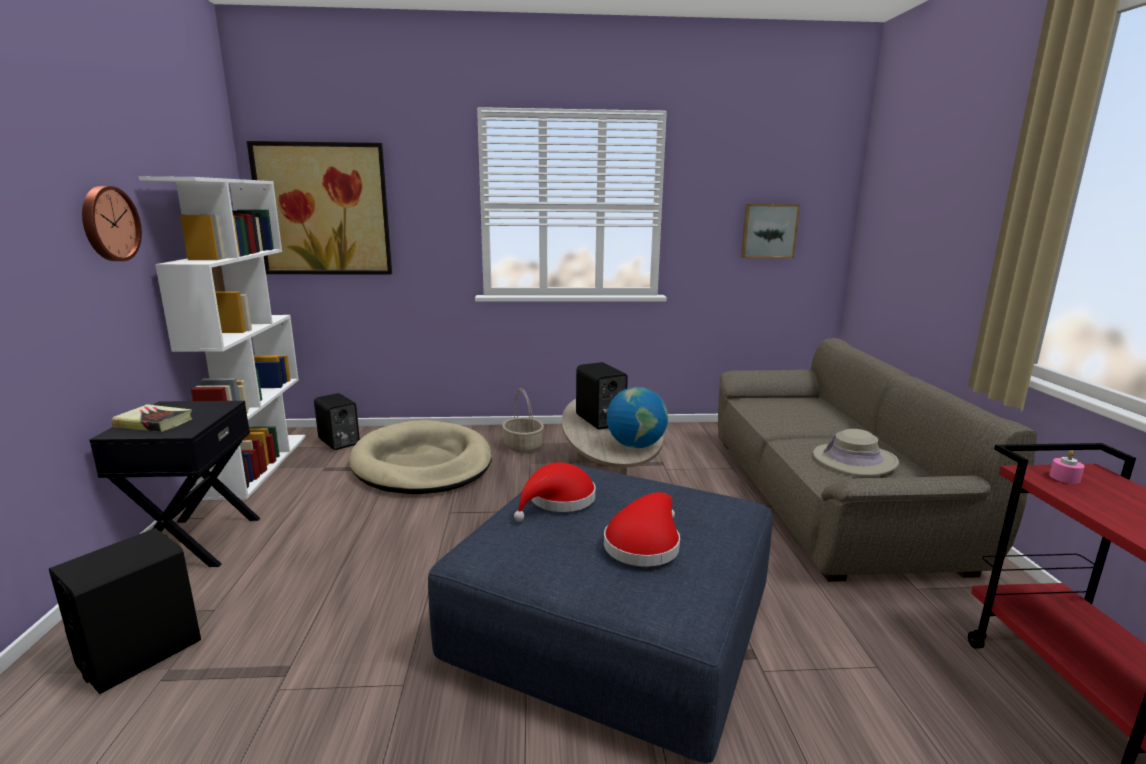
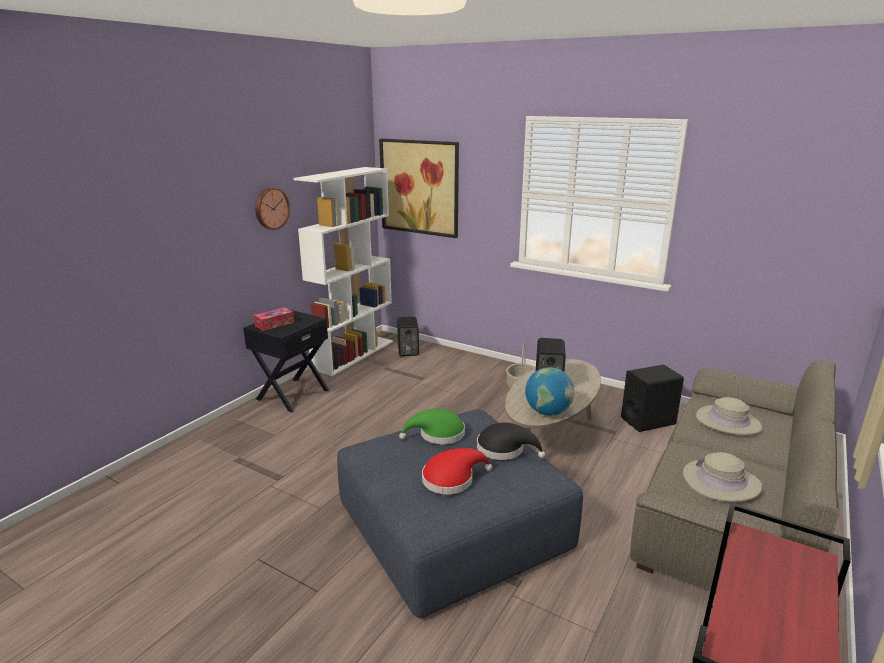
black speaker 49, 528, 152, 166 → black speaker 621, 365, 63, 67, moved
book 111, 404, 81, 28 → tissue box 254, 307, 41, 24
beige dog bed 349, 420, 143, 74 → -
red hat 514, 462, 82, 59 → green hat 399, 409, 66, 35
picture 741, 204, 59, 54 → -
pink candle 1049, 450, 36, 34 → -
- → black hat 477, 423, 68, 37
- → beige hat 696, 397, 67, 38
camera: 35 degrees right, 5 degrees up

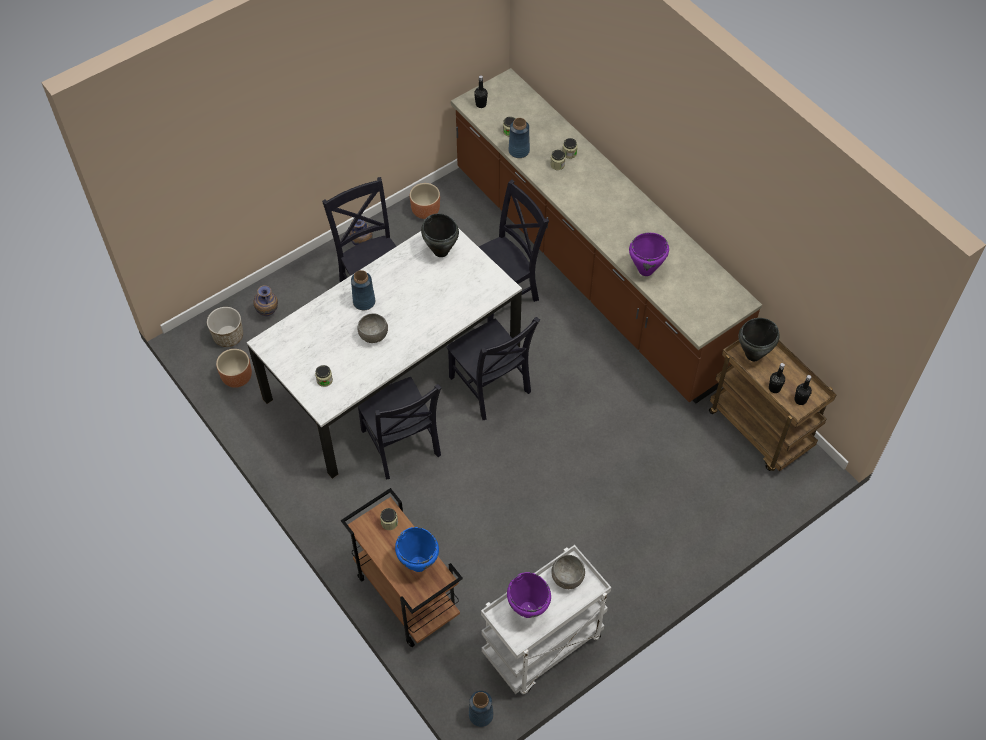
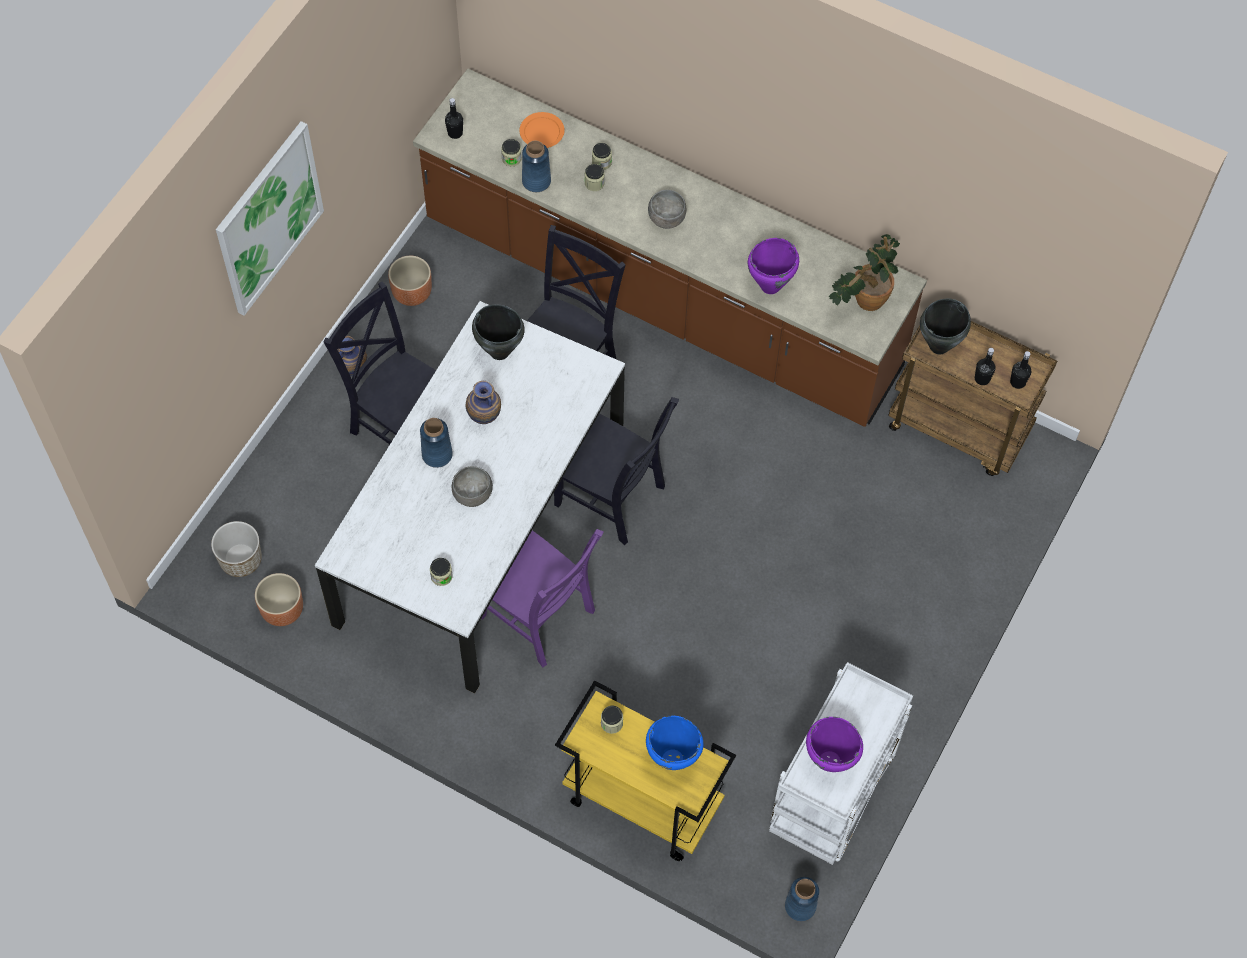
vase 253, 285, 25, 31 → vase 465, 381, 36, 43, moved
brown cart 341, 488, 122, 159 → yellow cart 555, 680, 181, 181
black chair 358, 377, 84, 102 → purple chair 481, 529, 123, 138
grey bowl 551, 555, 34, 34 → grey bowl 648, 190, 38, 39, moved
- → picture 216, 121, 108, 195
- → orange plate 519, 112, 46, 36
- → potted plant 829, 234, 71, 77
camera: 25 degrees left, 5 degrees up

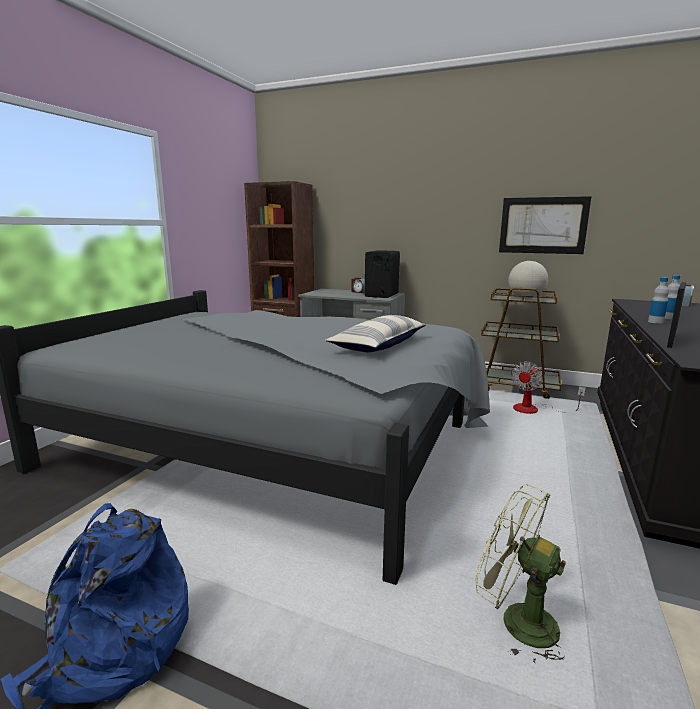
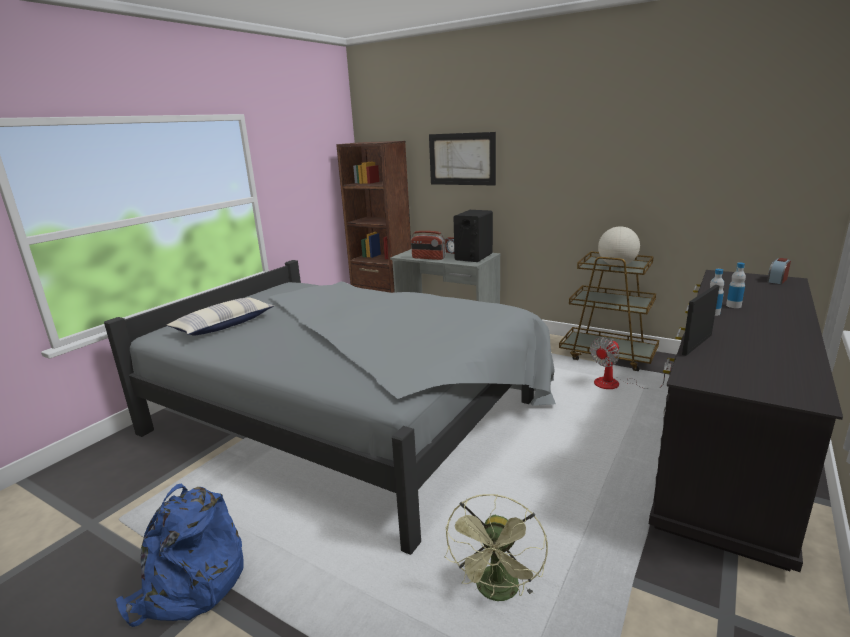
pillow 325, 315, 101, 37 → pillow 167, 298, 107, 38, moved
green fan 475, 484, 91, 180 → green fan 445, 494, 103, 107, 120 degrees counterclockwise
picture 499, 196, 92, 58 → picture 429, 132, 67, 54, moved
- → radio 411, 231, 34, 29
camera: 10 degrees right, 5 degrees up

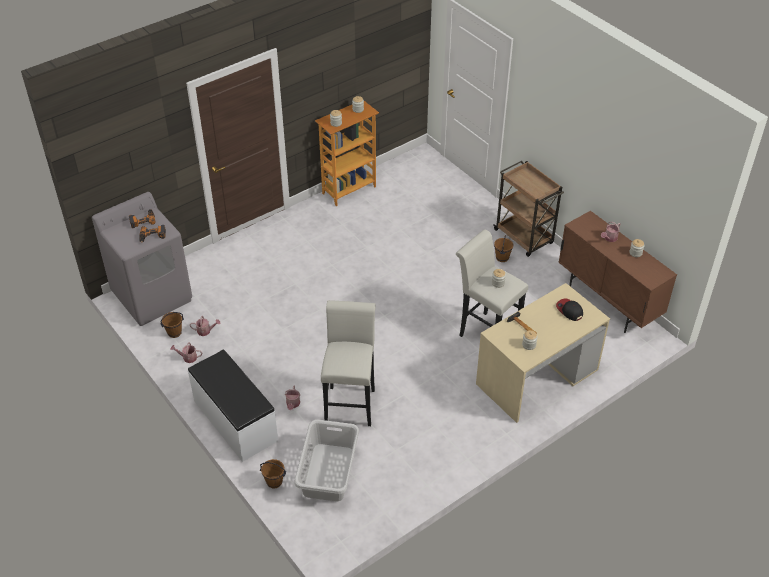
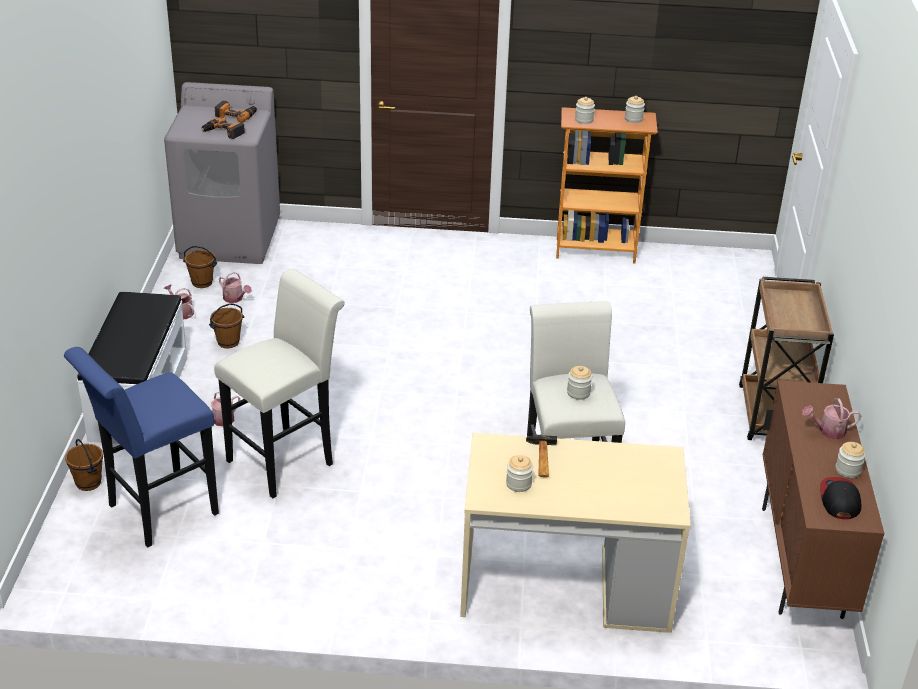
grey laundry basket 294, 419, 65, 82 → blue stool 64, 347, 155, 200
brown bucket 494, 235, 19, 27 → brown bucket 209, 303, 35, 45, moved
cap 556, 299, 27, 22 → cap 820, 477, 42, 42, moved
camera: 40 degrees right, 10 degrees down

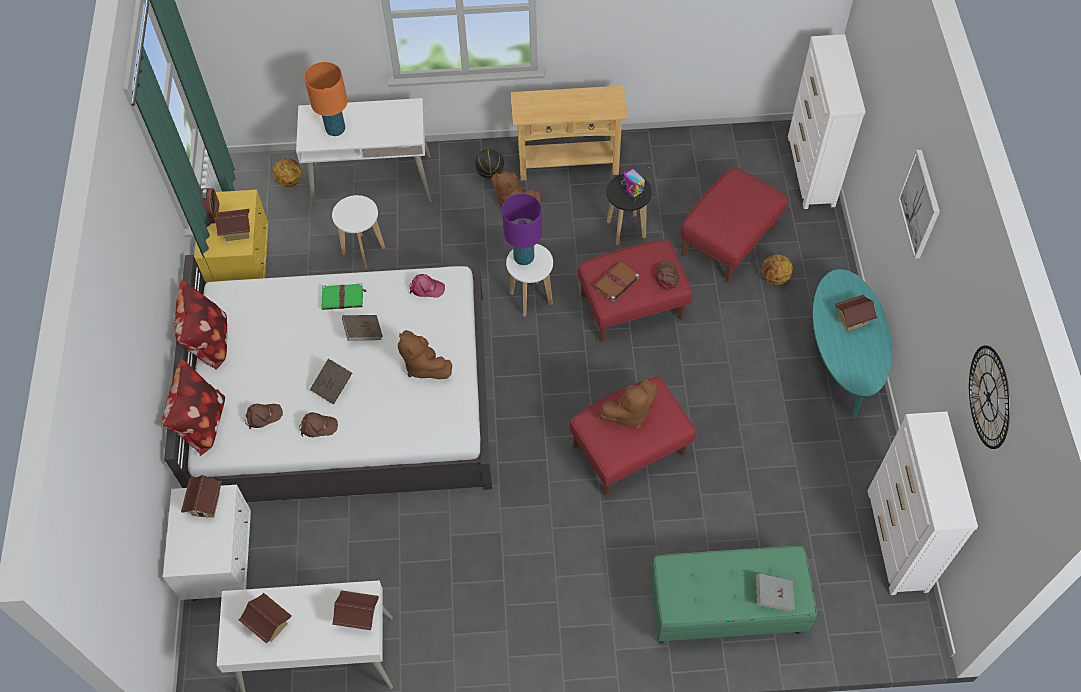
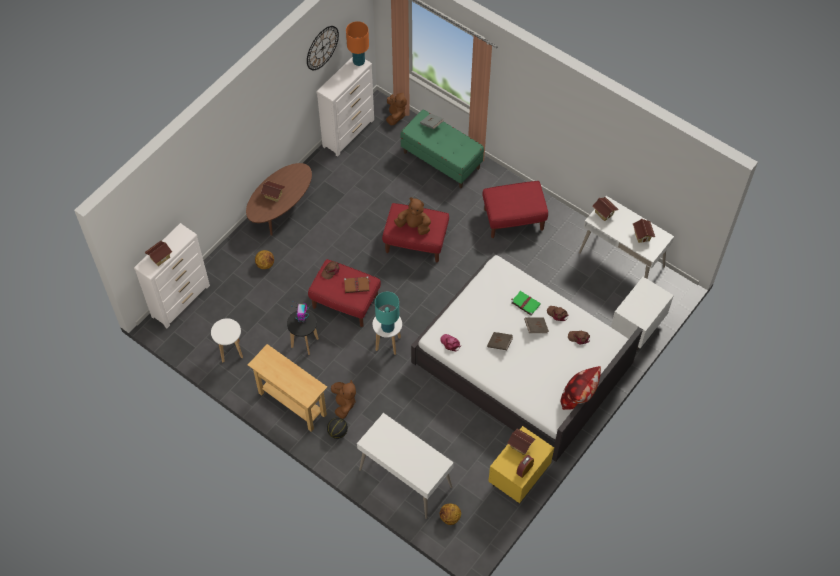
pillow 162, 359, 63, 97 → -
toy house 181, 475, 41, 43 → toy house 145, 241, 27, 25, moved
orange table lamp 304, 62, 44, 74 → orange table lamp 346, 21, 23, 45, moved
green book 322, 283, 45, 27 → green book 511, 291, 30, 25, moved
white stool 332, 195, 53, 74 → white stool 211, 318, 32, 45, moved
brown plush toy 398, 330, 54, 49 → brown plush toy 386, 93, 21, 32, moved
purple table lamp 502, 193, 40, 72 → turquoise table lamp 375, 292, 24, 41
red ottoman 680, 167, 108, 116 → red ottoman 483, 181, 65, 57, moved
turquoise coffee table 811, 269, 81, 150 → brown coffee table 246, 163, 66, 73
picture 898, 150, 42, 109 → -
camera: 140 degrees left, 0 degrees up

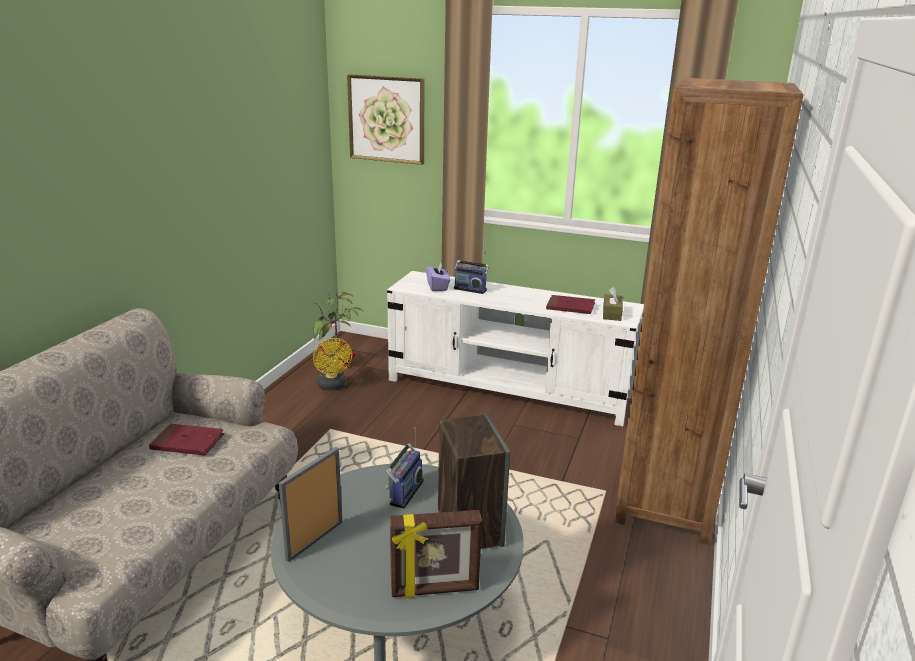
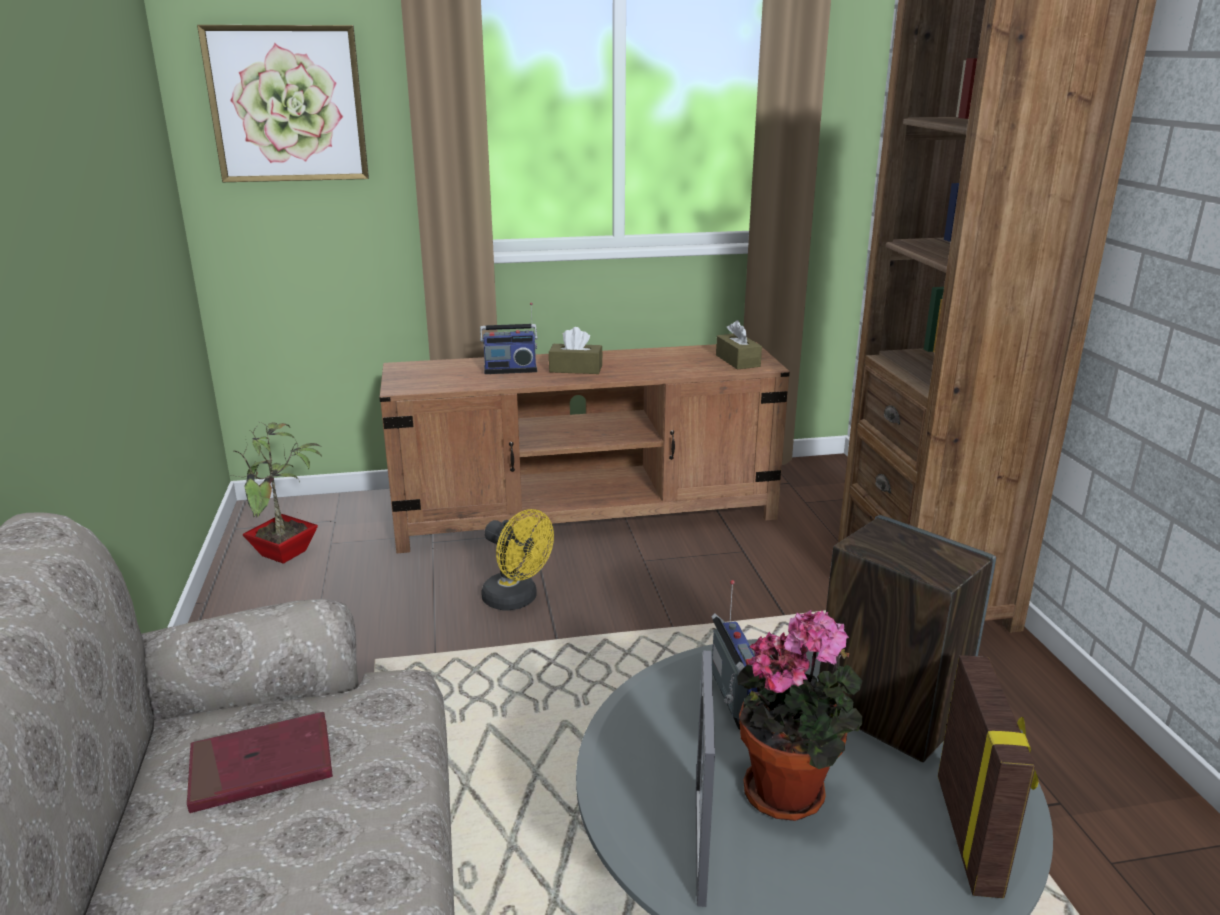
yellow fan 313, 338, 40, 52 → yellow fan 481, 509, 73, 102, moved
white tv stand 387, 271, 257, 155 → brown tv stand 379, 342, 411, 211
picture frame 390, 510, 92, 88 → picture frame 938, 655, 101, 243, 45 degrees counterclockwise
purple tissue box 426, 262, 24, 29 → -
red book 546, 295, 49, 19 → -
- → brown tissue box 549, 327, 54, 47
- → potted plant 737, 609, 126, 212
camera: 30 degrees left, 0 degrees up

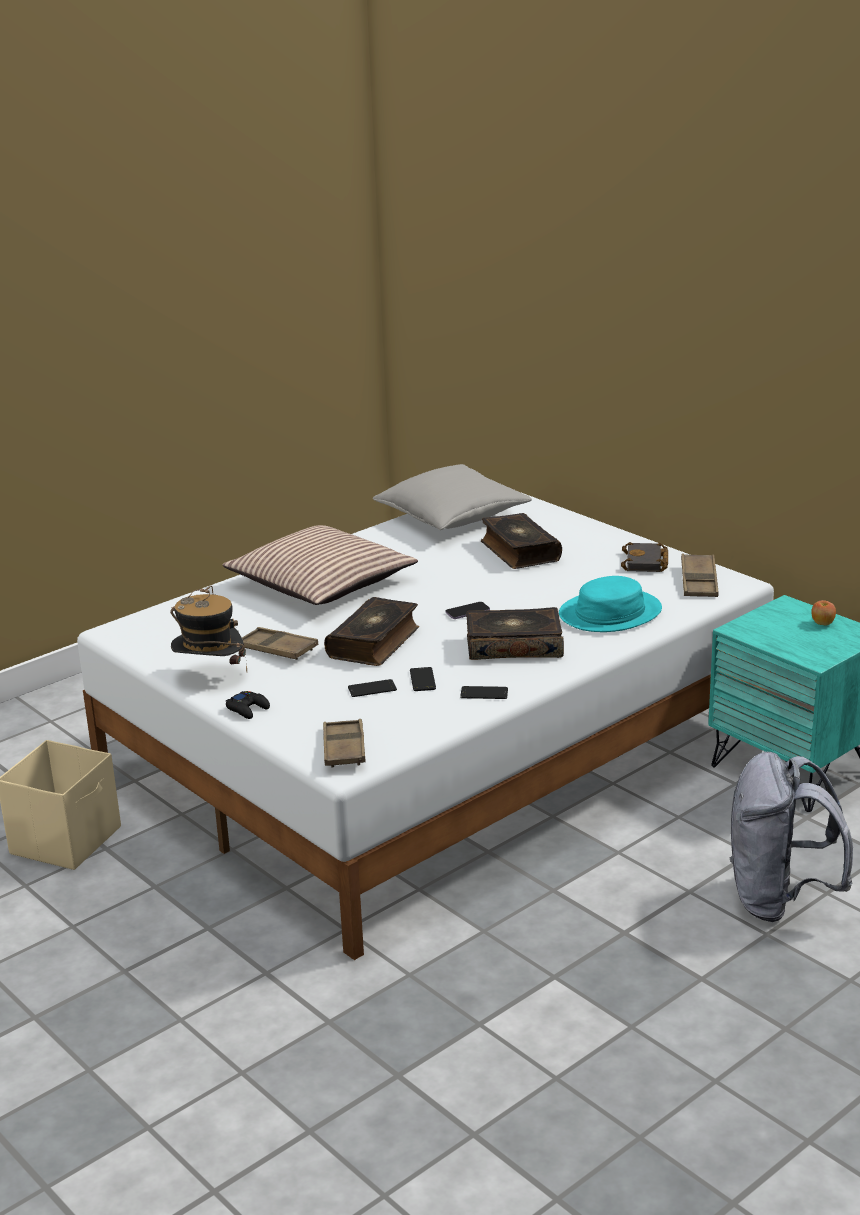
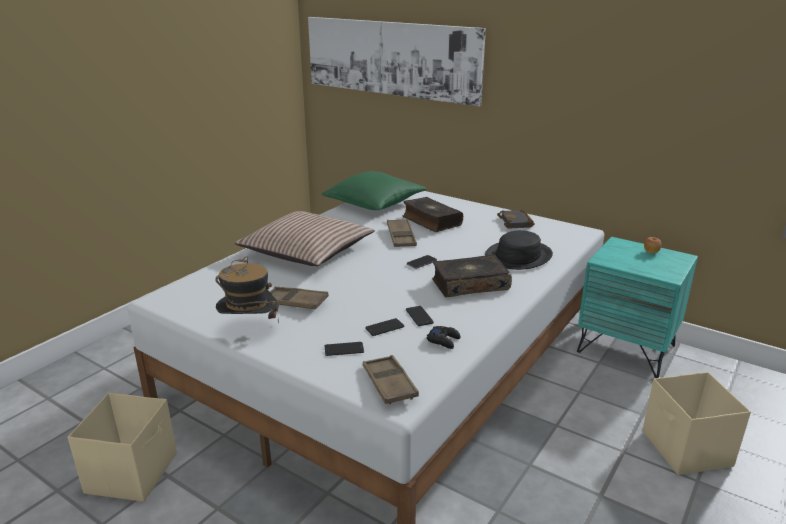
black game controller 226, 691, 44, 28 → black game controller 427, 326, 34, 23, moved
book 324, 597, 95, 69 → -
grey pillow 373, 464, 159, 66 → green pillow 322, 171, 105, 39
phone 460, 686, 48, 13 → phone 325, 342, 39, 14, moved
turquoise hat 559, 576, 103, 56 → black hat 485, 230, 68, 40
brown tray 681, 554, 38, 43 → brown tray 387, 219, 30, 28, moved
grey backpack 729, 752, 124, 170 → beige storage box 642, 372, 109, 103
- → picture 308, 17, 178, 89
camera: 15 degrees left, 0 degrees up

